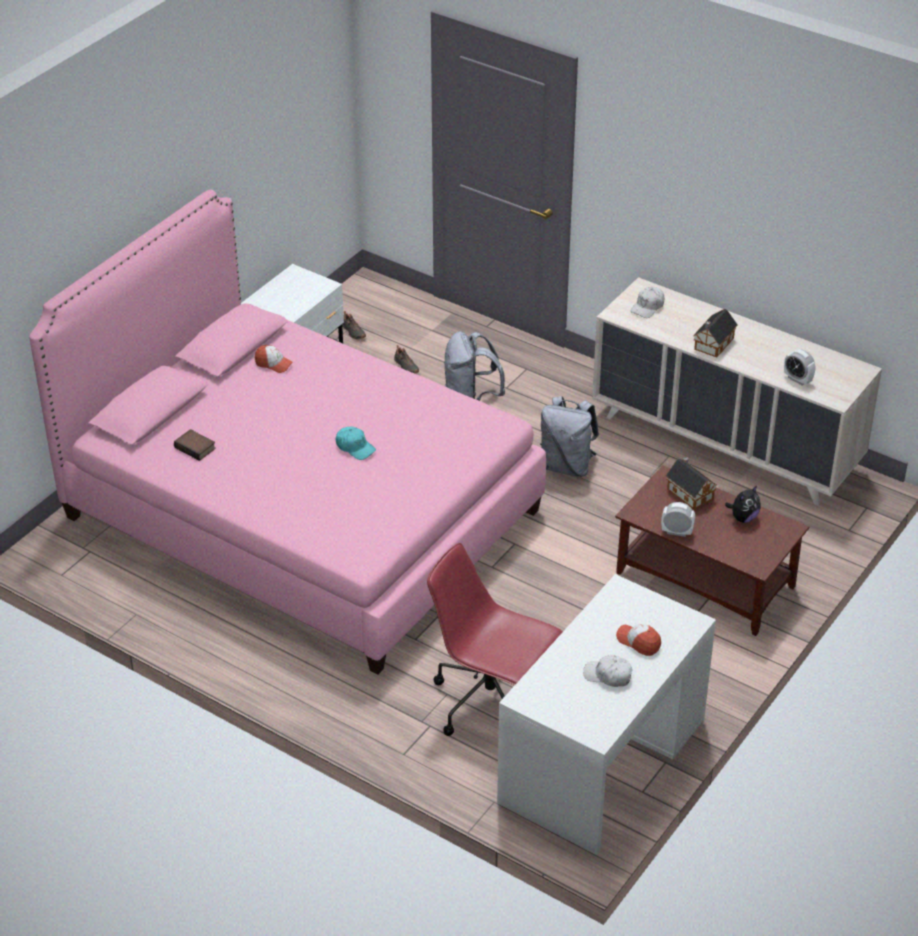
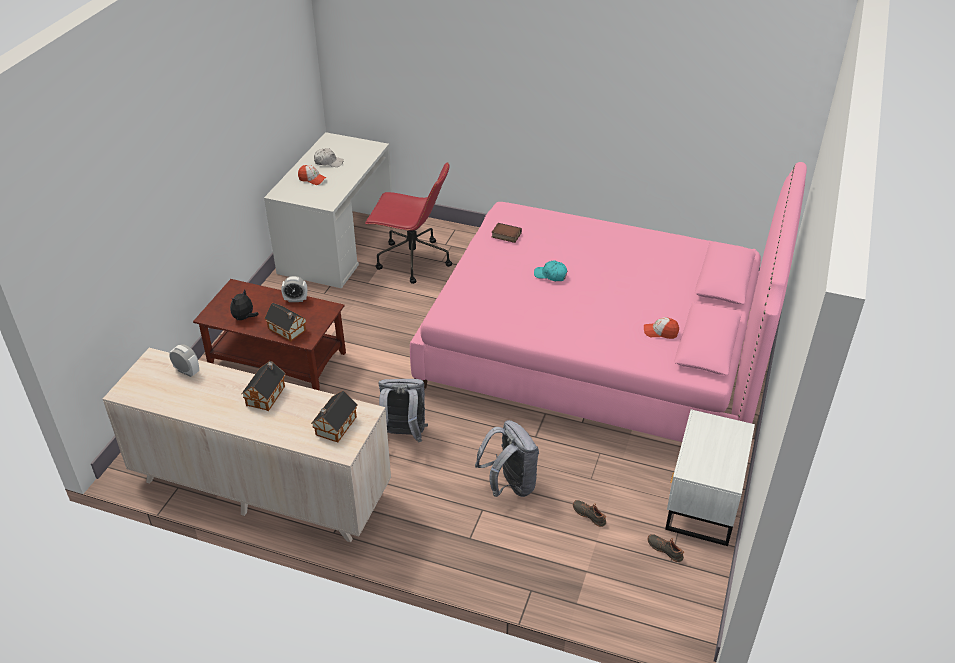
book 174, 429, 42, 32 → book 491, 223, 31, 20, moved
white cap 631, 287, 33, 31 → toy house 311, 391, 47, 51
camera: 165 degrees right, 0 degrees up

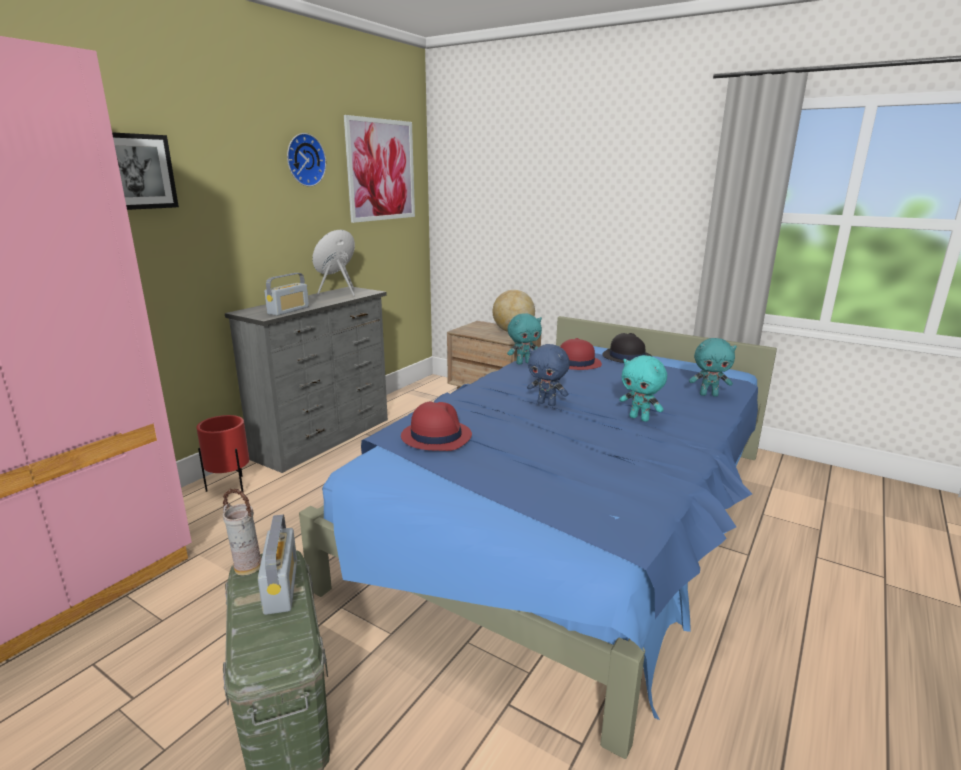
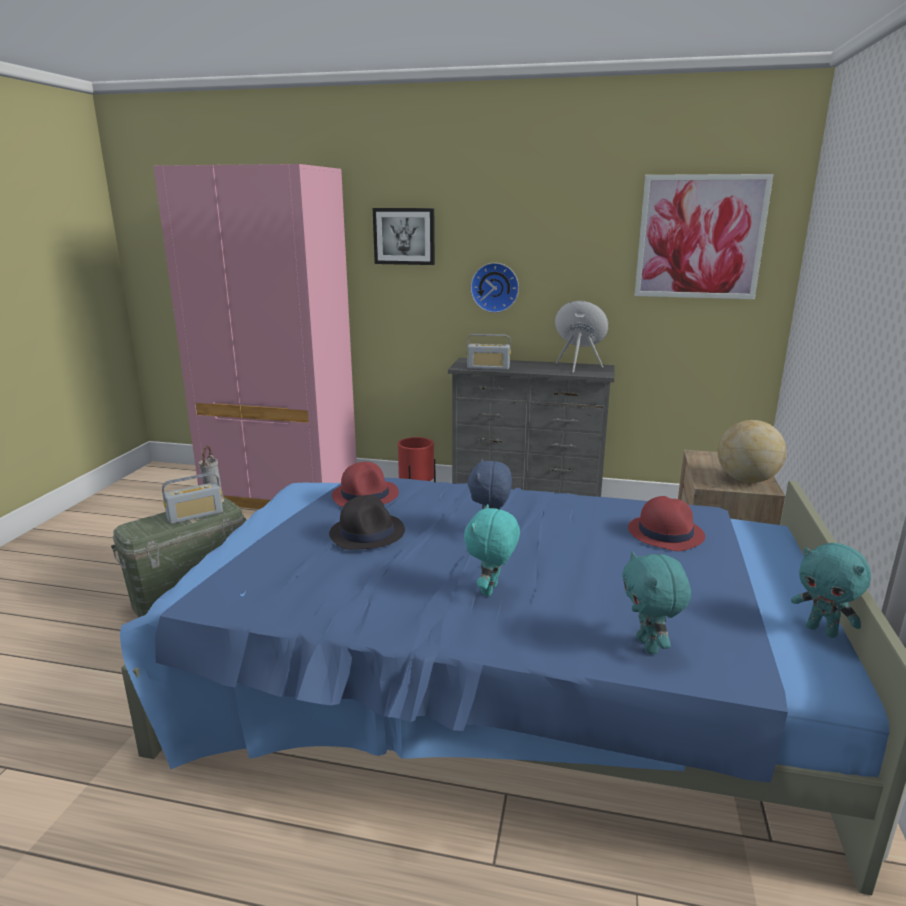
wall clock 287, 133, 39, 54 → wall clock 471, 263, 48, 50, moved
turquoise plush toy 507, 313, 35, 52 → turquoise plush toy 791, 543, 80, 95, moved
black hat 602, 333, 49, 30 → black hat 329, 495, 76, 55, moved
camera: 70 degrees right, 0 degrees up

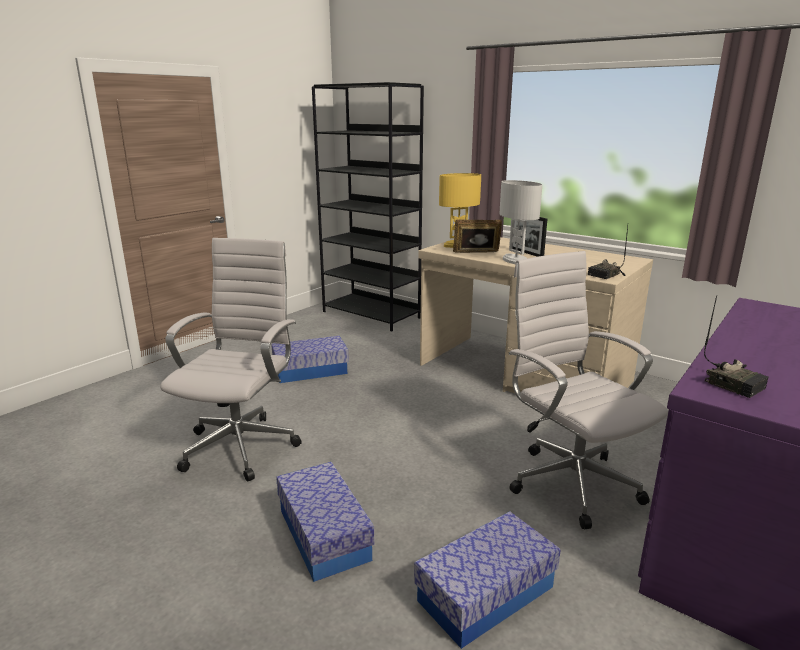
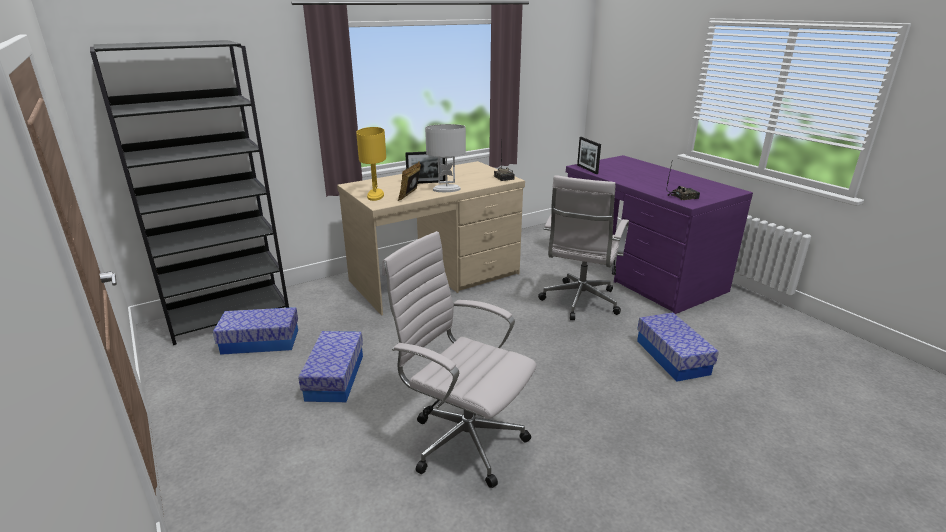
storage box 276, 462, 99, 120 → storage box 213, 307, 85, 48, moved
white office chair 509, 251, 159, 278 → white office chair 538, 175, 91, 145, 60 degrees counterclockwise
- → picture frame 577, 137, 24, 37
camera: 70 degrees left, 5 degrees up

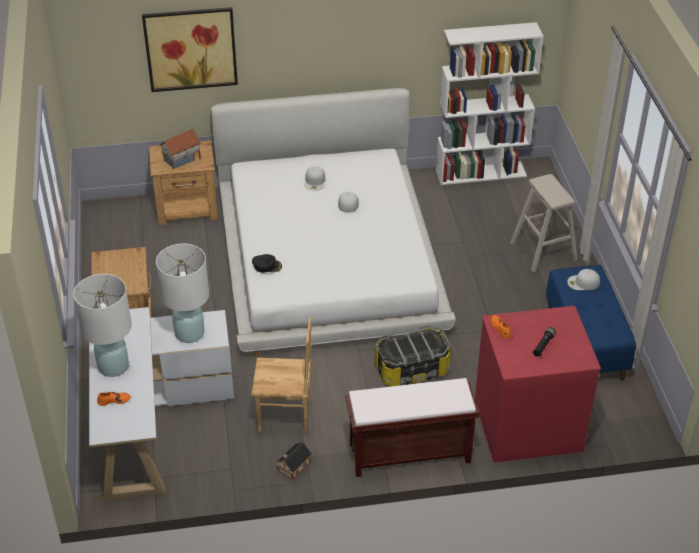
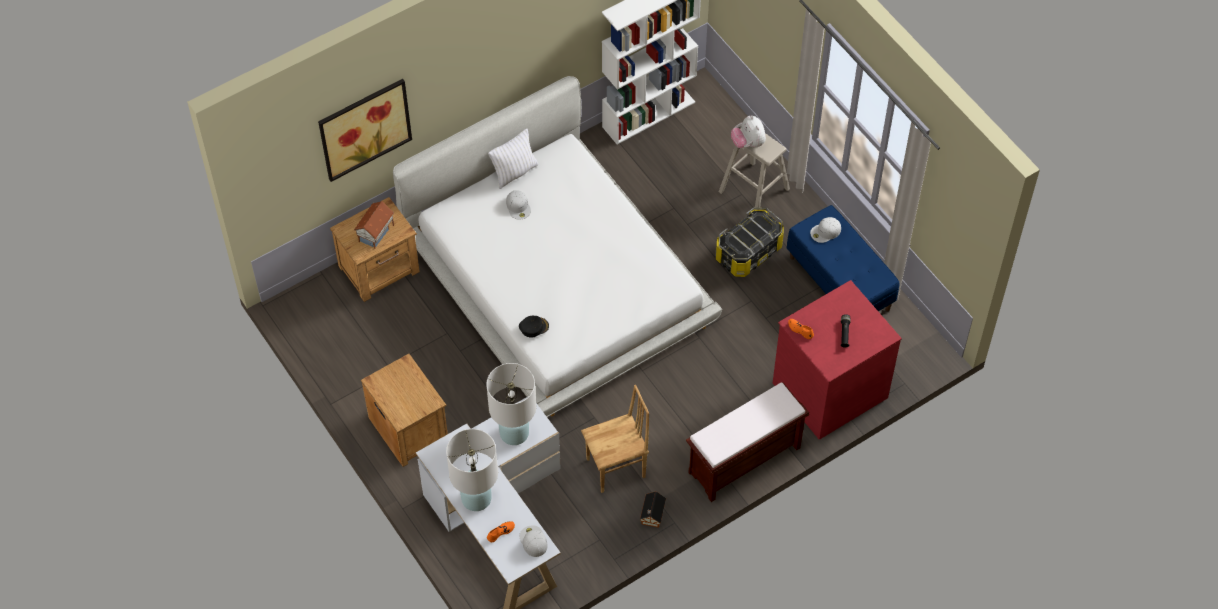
white cap 338, 192, 21, 21 → white cap 520, 525, 28, 32, moved
storage box 375, 325, 76, 61 → storage box 716, 207, 68, 70, moved
- → white pillow 488, 129, 50, 60
- → plush toy 731, 116, 35, 32
camera: 25 degrees left, 15 degrees up

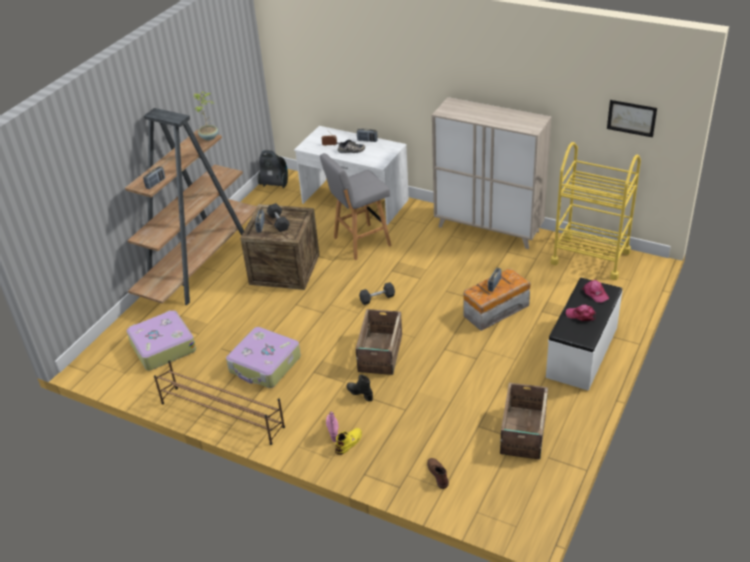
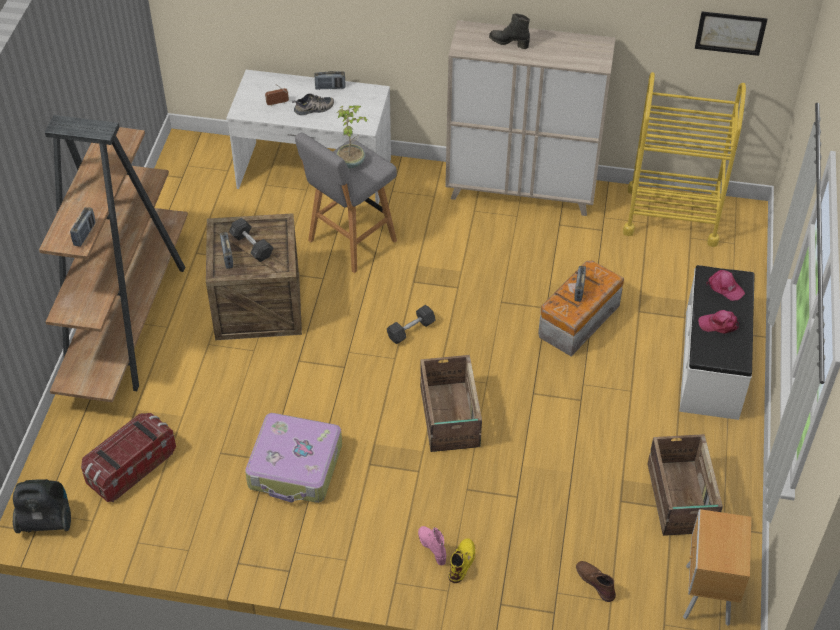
suitcase 127, 310, 69, 61 → storage box 81, 413, 95, 89
brown shoe rack 154, 360, 131, 85 → -
potted plant 194, 92, 24, 48 → potted plant 336, 105, 33, 63, moved
vacuum cleaner 258, 150, 30, 38 → vacuum cleaner 13, 479, 58, 54, moved
black boot 346, 375, 27, 27 → black boot 489, 13, 41, 36, moved
- → brown nightstand 683, 509, 68, 117
camera: 20 degrees left, 10 degrees up

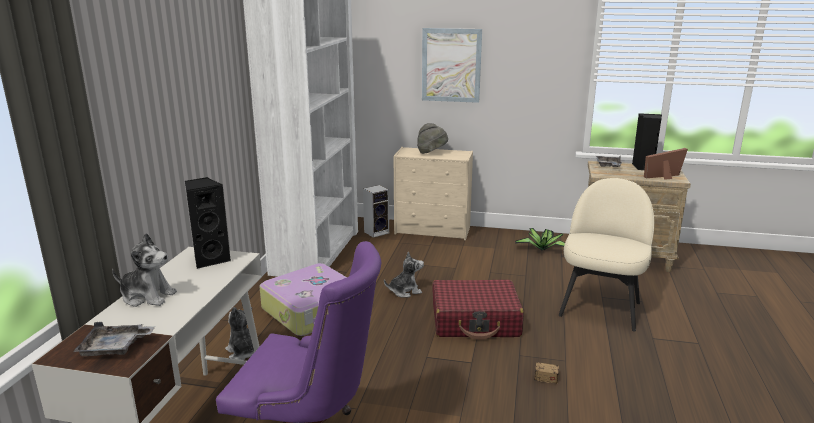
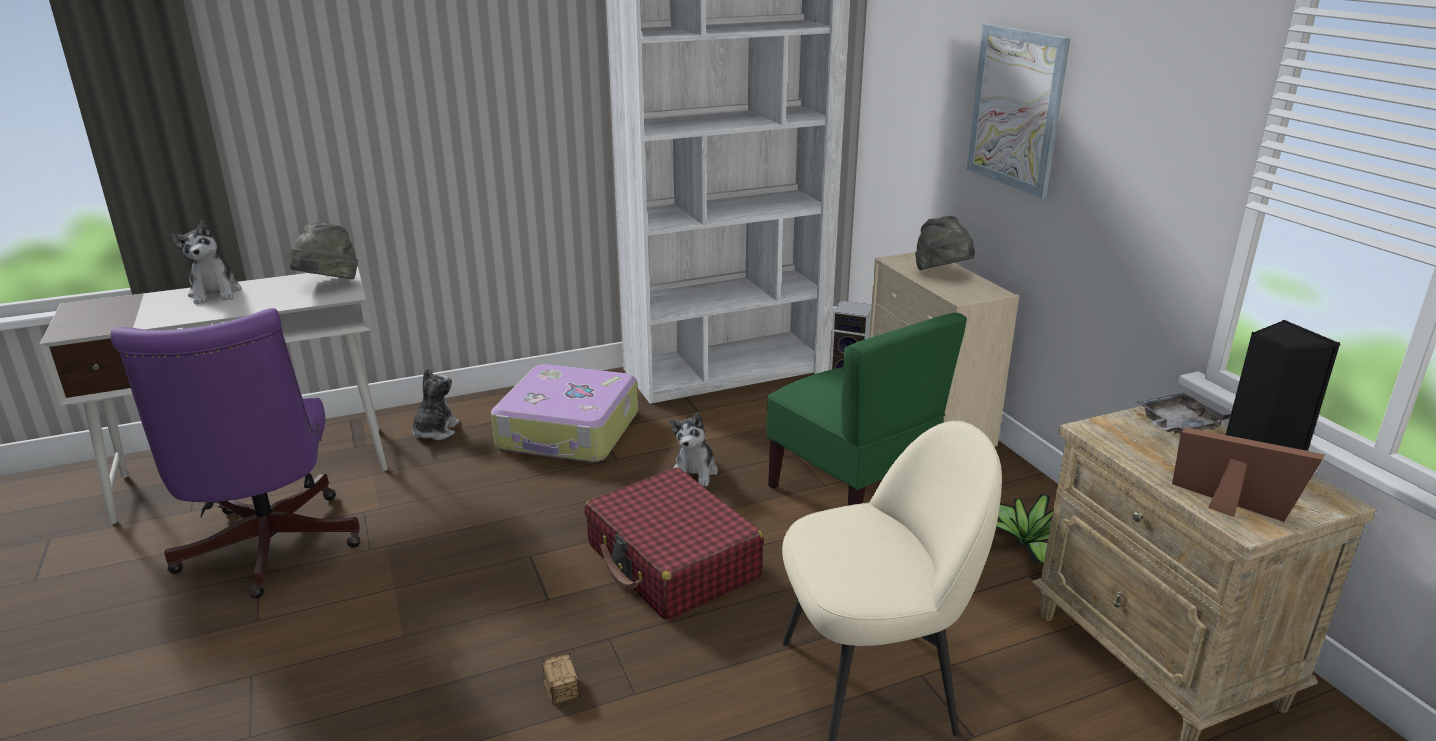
grey tray 73, 322, 82, 34 → -
black speaker 185, 177, 46, 92 → grey hat 289, 222, 69, 57
plush toy 384, 251, 40, 46 → plush toy 670, 412, 48, 75, 60 degrees clockwise
- → green chair 767, 313, 200, 192
camera: 55 degrees right, 5 degrees up

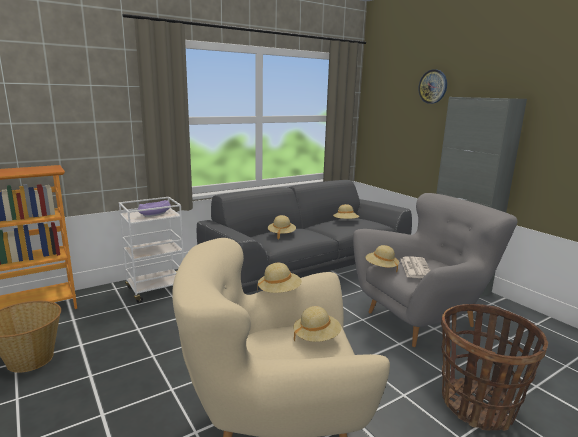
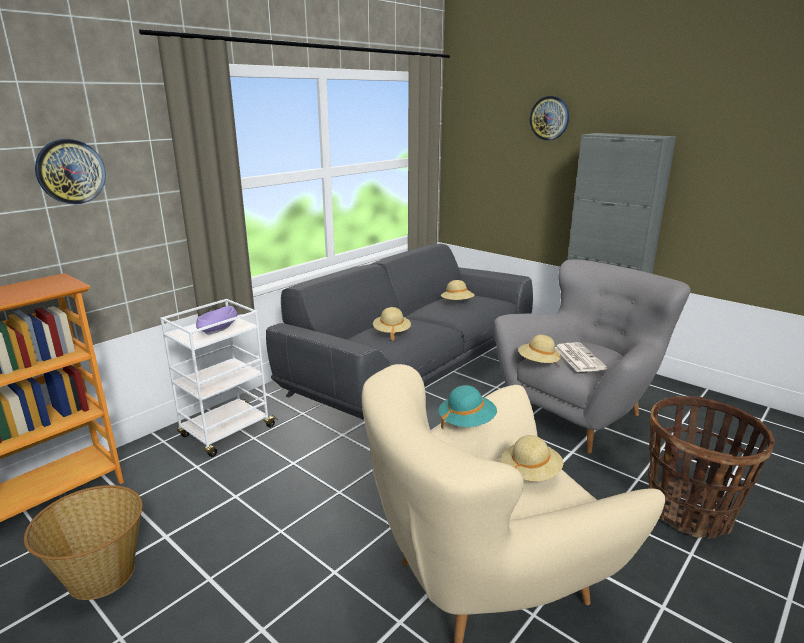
beige hat 258, 263, 44, 30 → turquoise hat 439, 385, 58, 45
- → wall clock 35, 139, 71, 65
camera: 15 degrees left, 5 degrees up

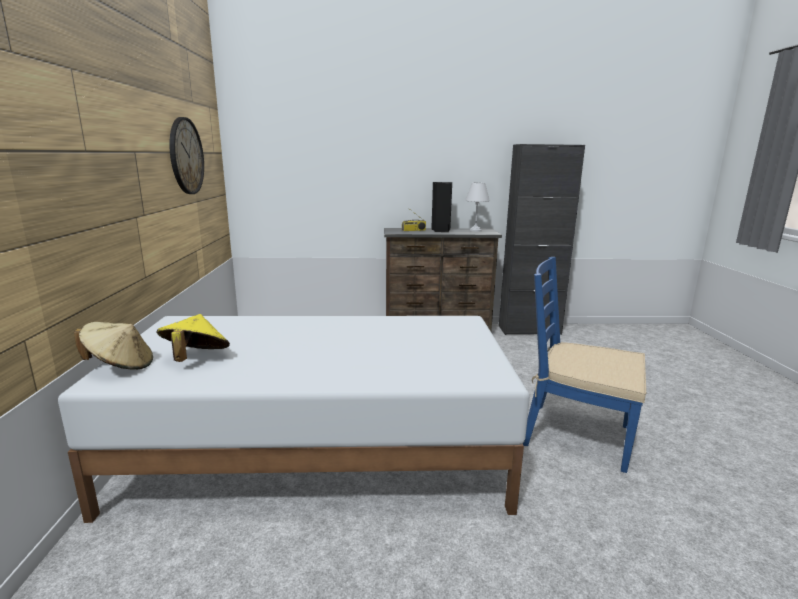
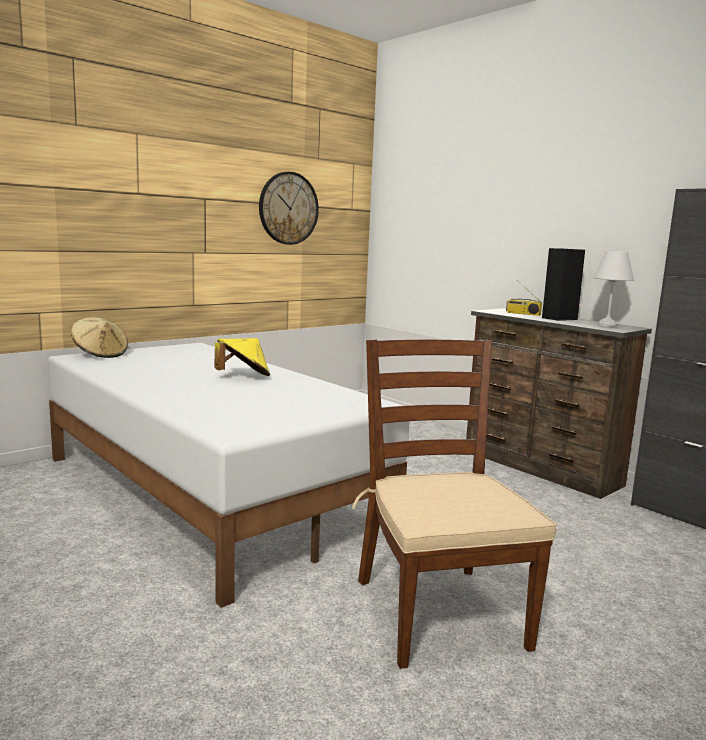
yellow hat 156, 314, 74, 48 → yellow hat 214, 338, 56, 38, moved
blue chair 523, 257, 123, 216 → brown chair 352, 339, 205, 330
camera: 50 degrees right, 5 degrees down

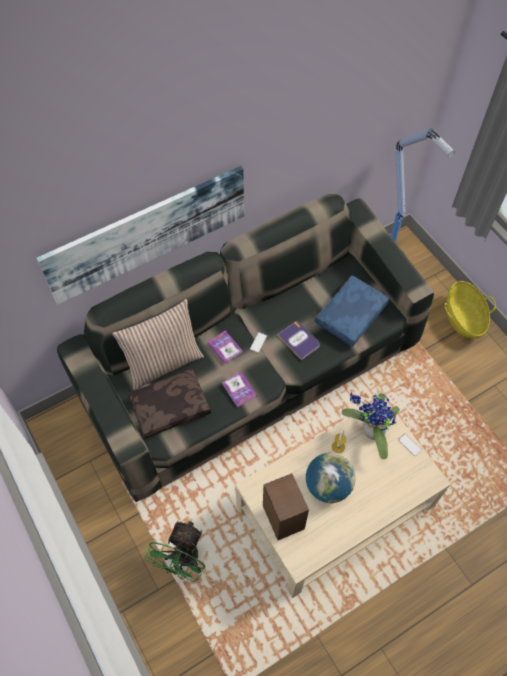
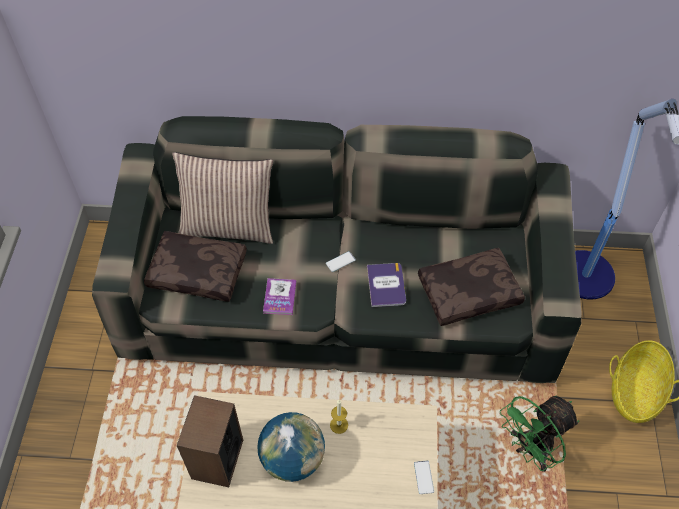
picture 37, 166, 207, 139 → -
green fan 145, 521, 60, 61 → green fan 500, 396, 79, 76, moved
book 208, 331, 34, 33 → -
blue pillow 315, 276, 75, 70 → brown pillow 418, 248, 107, 78
potted plant 342, 391, 58, 68 → -
camera: 35 degrees right, 5 degrees down

